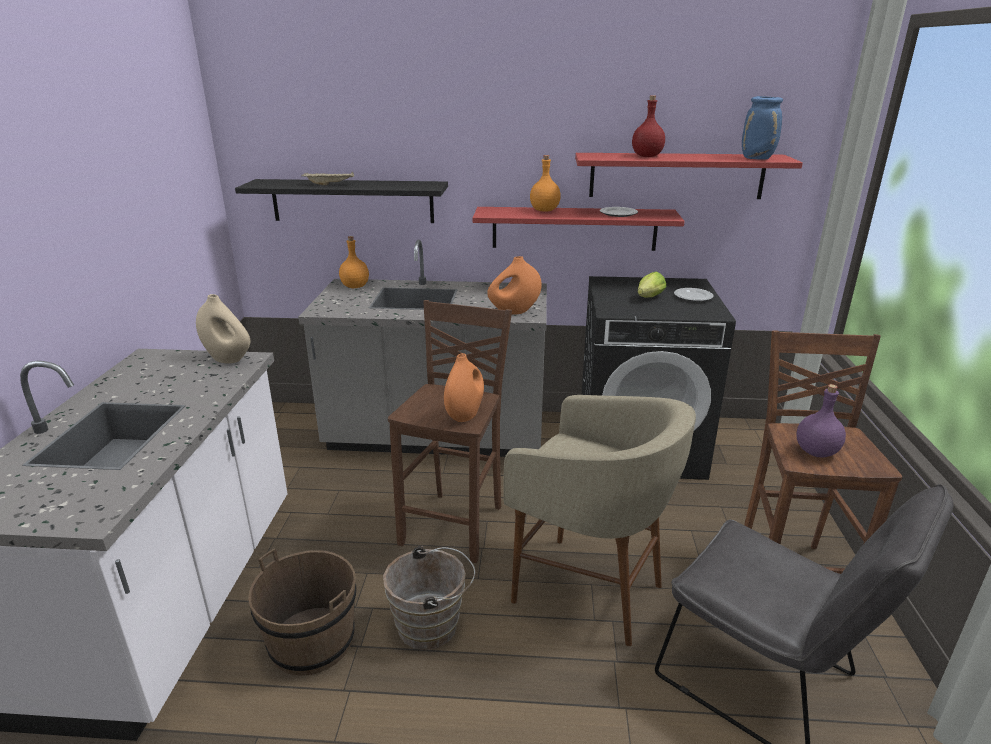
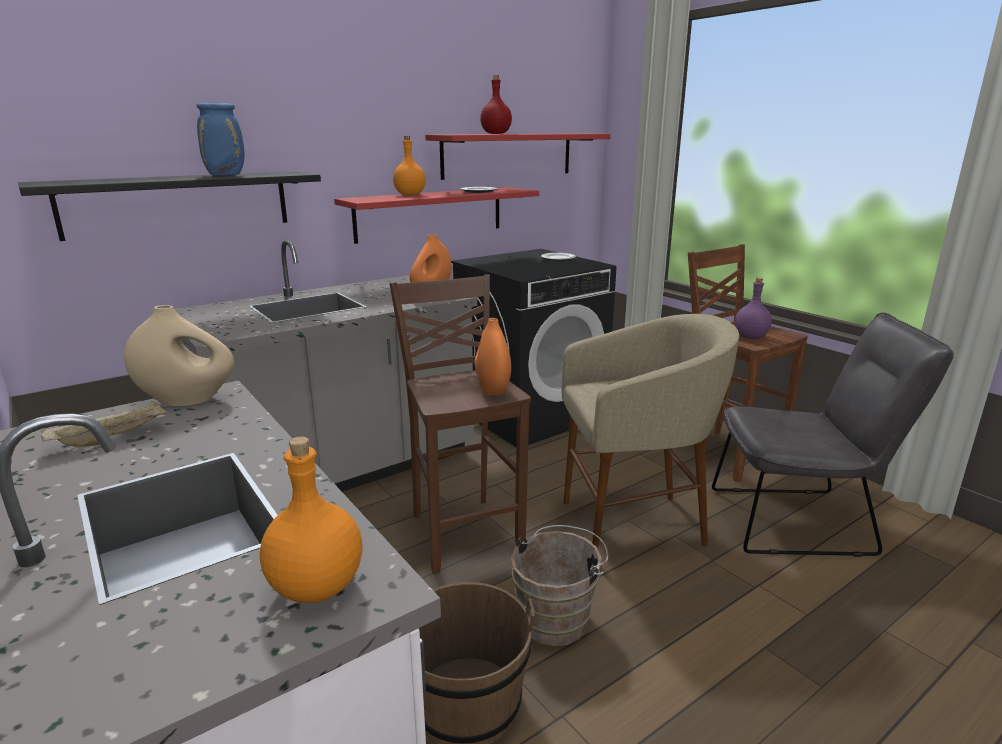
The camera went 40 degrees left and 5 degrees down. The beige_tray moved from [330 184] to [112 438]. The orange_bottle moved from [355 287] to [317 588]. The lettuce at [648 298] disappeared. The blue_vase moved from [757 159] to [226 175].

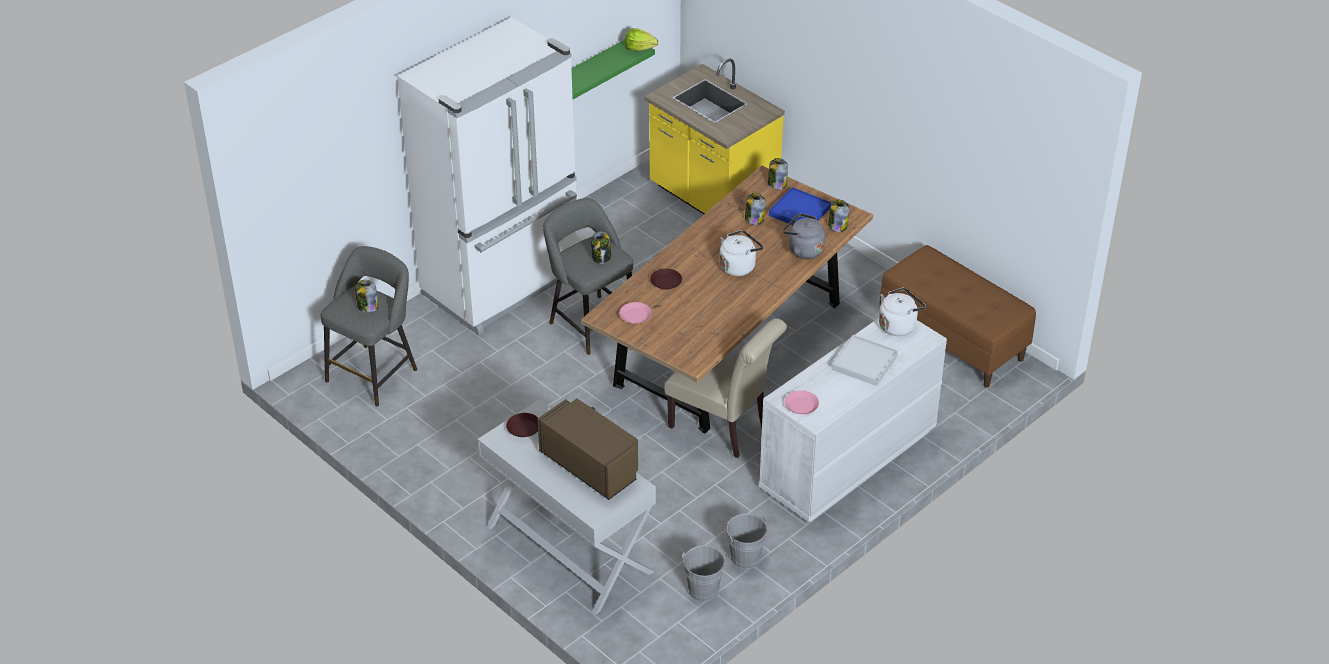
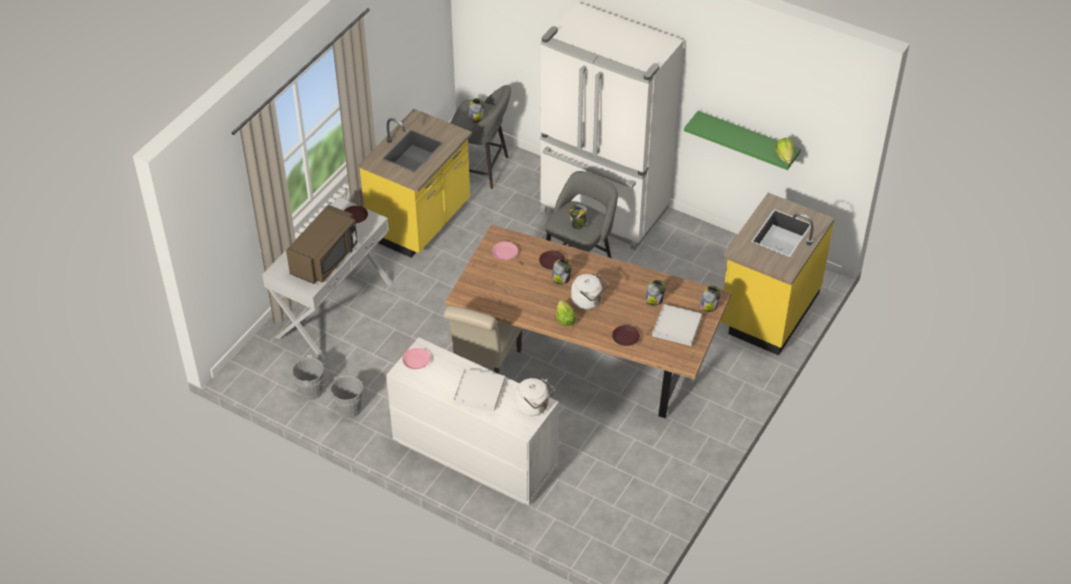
The camera went 75 degrees right and 5 degrees up. The blue_tray at [800 211] became the white_tray at [677 327]. The grey_kettle at [803 250] was replaced by the brown_plate at [626 337]. The jar moved from [837 226] to [561 279]. The brown_bench at [953 341] disappeared. The yellow_counter at [421 222] appeared. The lettuce at [564 319] appeared.

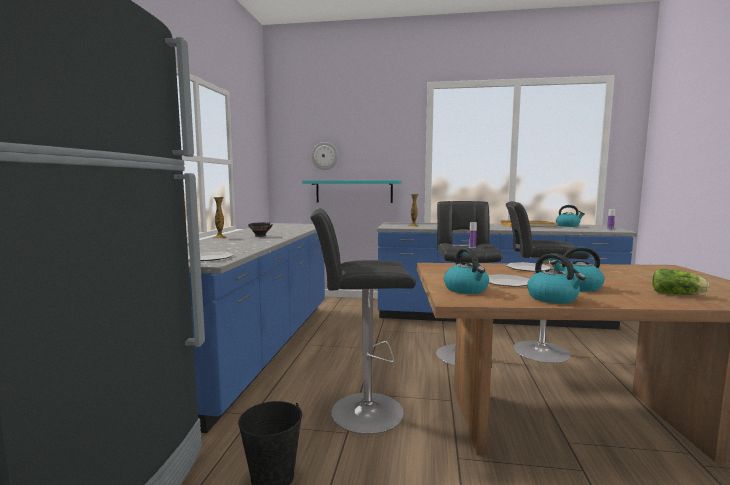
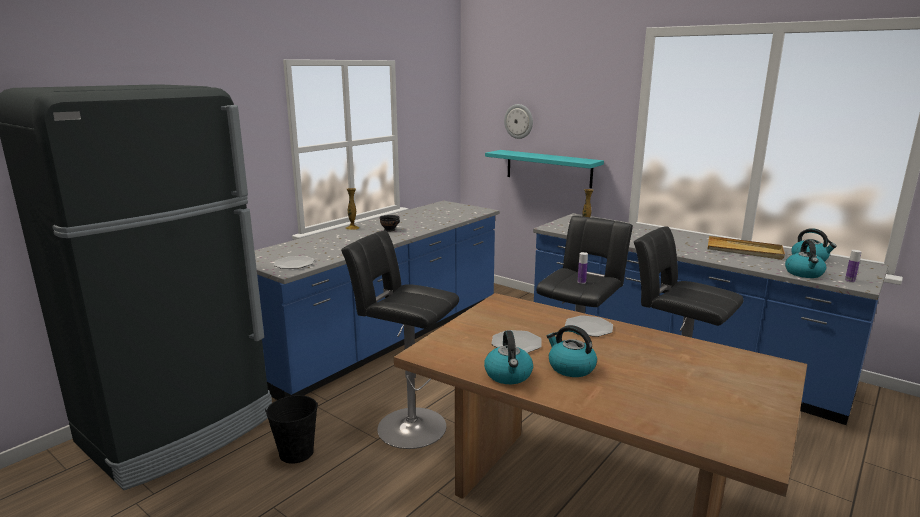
The camera went 30 degrees right and 10 degrees up. The kettle moved from [466 289] to [804 273]. The lettuce at [678 294] disappeared.

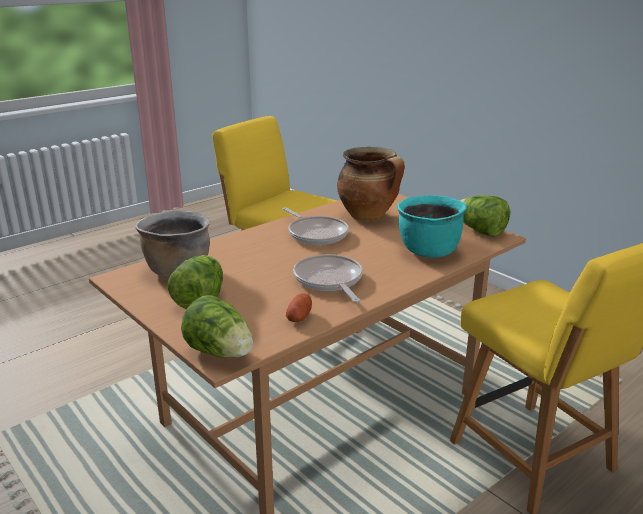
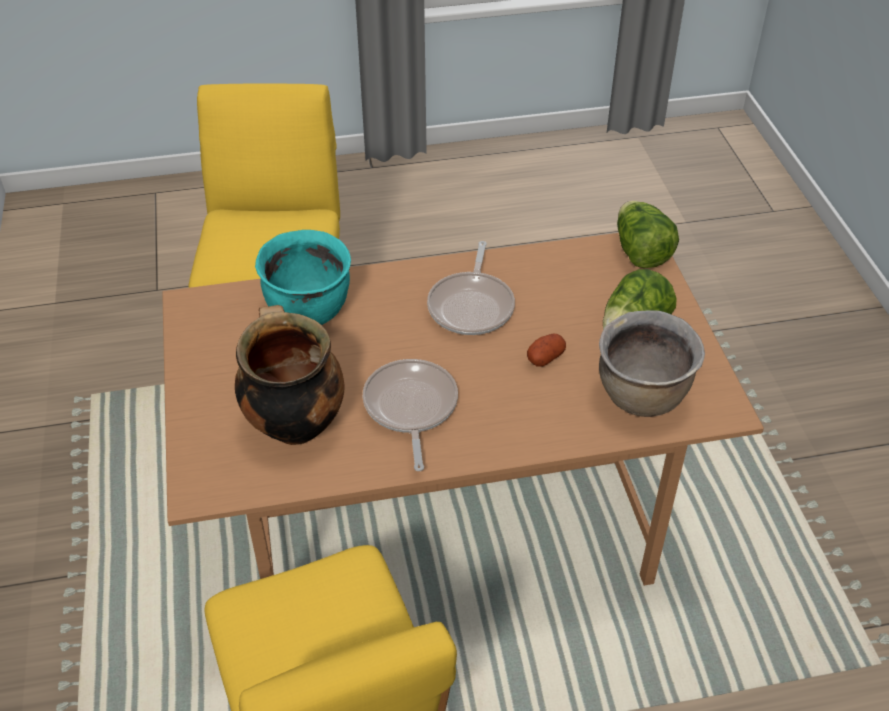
The camera went 150 degrees left and 20 degrees up. The potato moved from [299 317] to [545 357]. The lettuce at [480 231] disappeared.

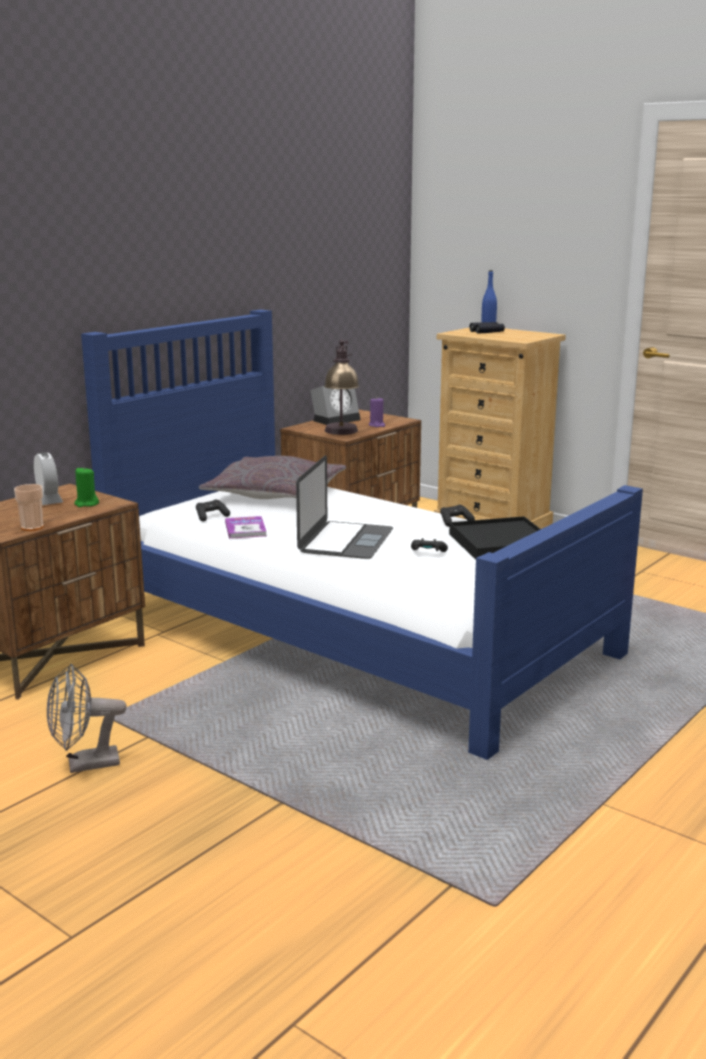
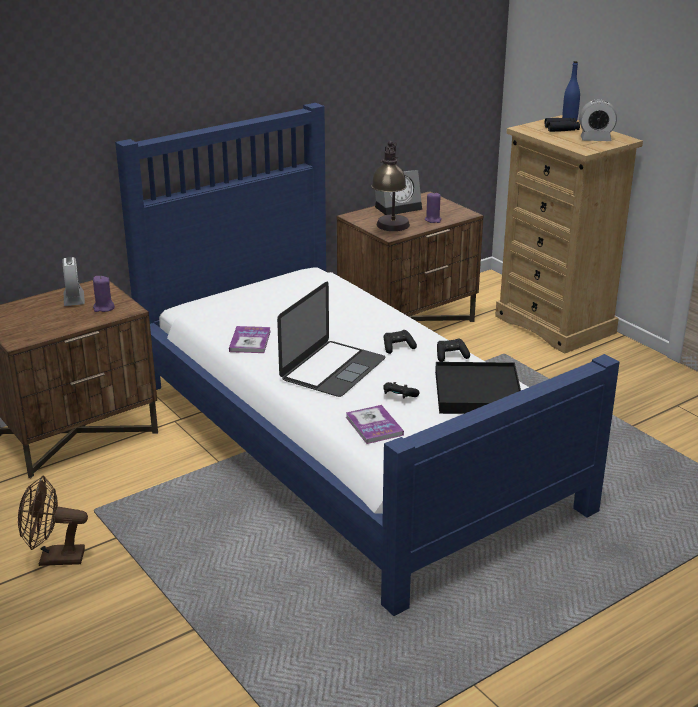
The camera went 15 degrees right and 10 degrees up. The cup at [32 527] disappeared. The grey_fan at [85 765] became the brown_fan at [54 559]. The green_candle at [86 504] became the purple_candle at [104 308]. The black_game_controller moved from [211 517] to [398 347]. The grey_pillow at [275 494] disappeared. The book at [374 426] appeared. The alarm_clock at [595 139] appeared.

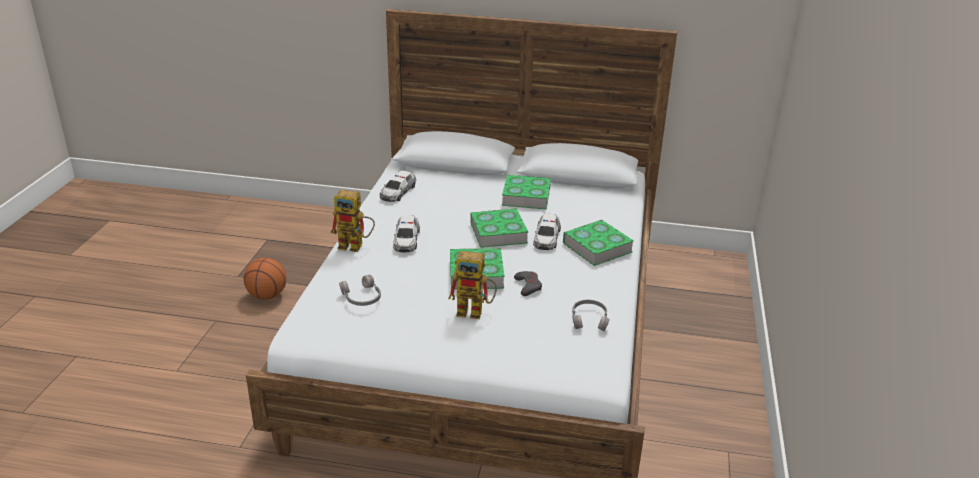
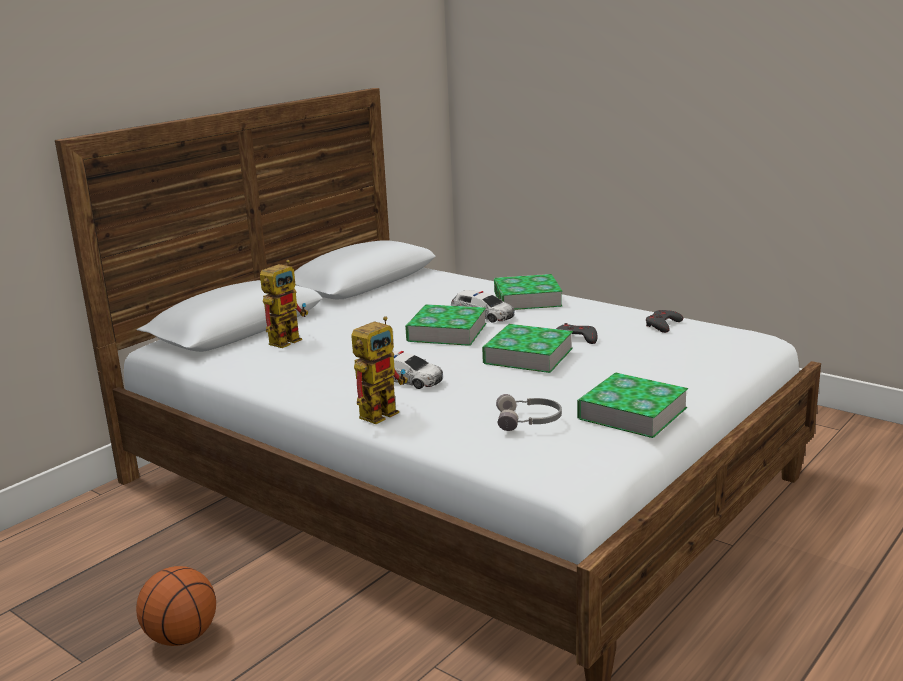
The camera went 60 degrees left and 10 degrees down. The toy_car at [397 192] disappeared. The toy_robot moved from [475 311] to [288 339]. The book moved from [526 196] to [632 413]. The grey_headphones at [589 319] was replaced by the grey_game_controller at [663 325].

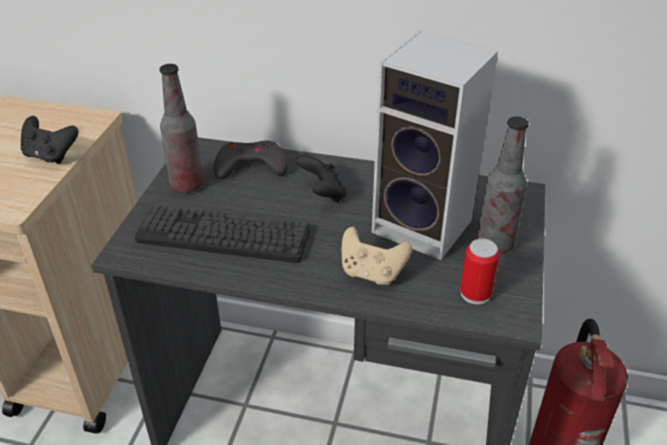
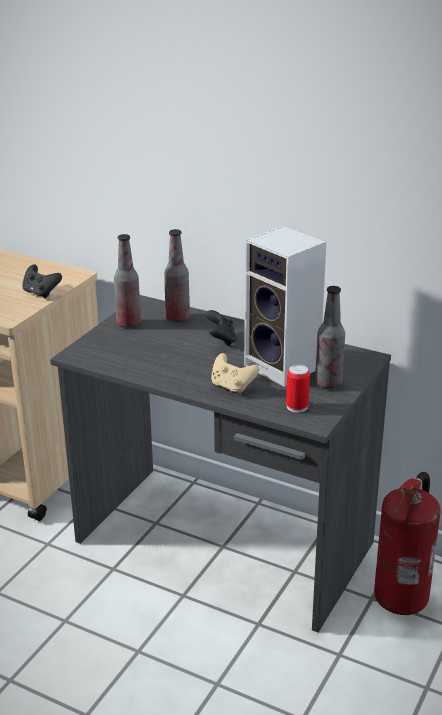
The camera went 15 degrees right and 10 degrees down. The keyboard at [223 235] disappeared. The grey_game_controller at [250 166] was replaced by the bottle at [177 318].

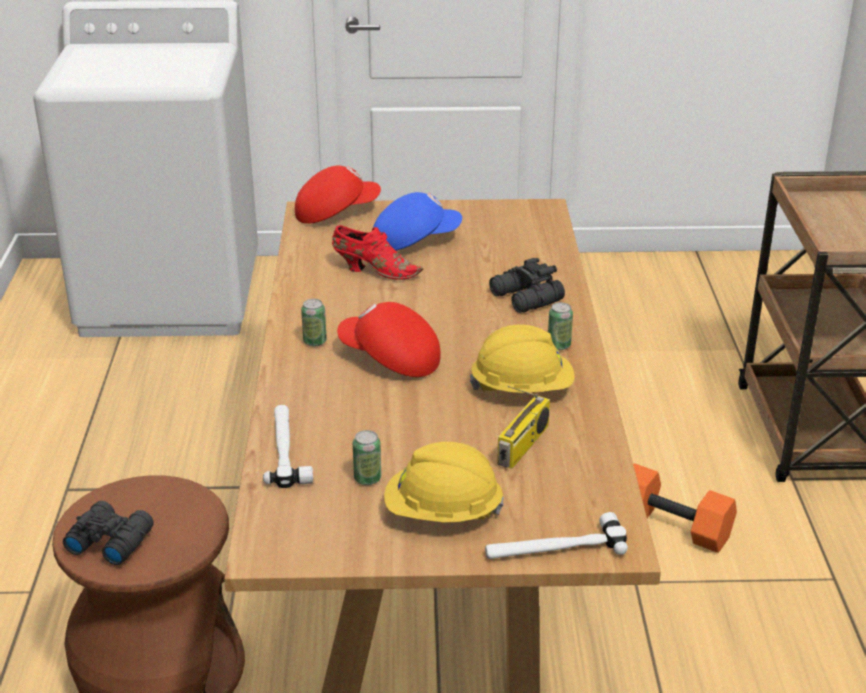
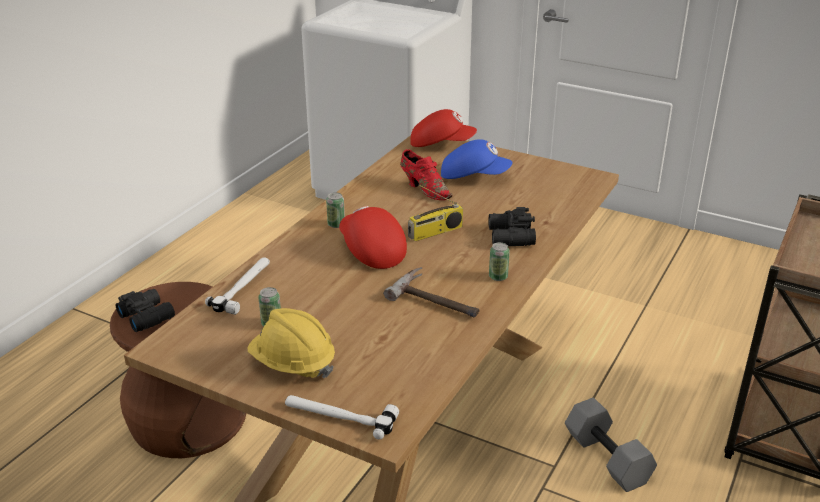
The camera went 30 degrees right and 0 degrees up. The yellow_hard_hat at [522 389] was replaced by the hammer at [438 299]. The radio moved from [523 446] to [435 232]. The orange_dumbbell at [674 526] became the grey_dumbbell at [608 458].

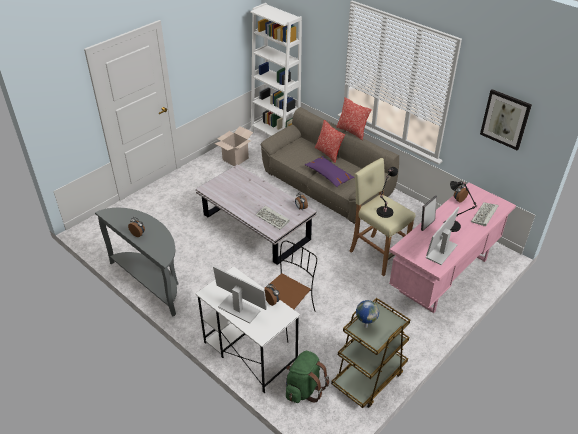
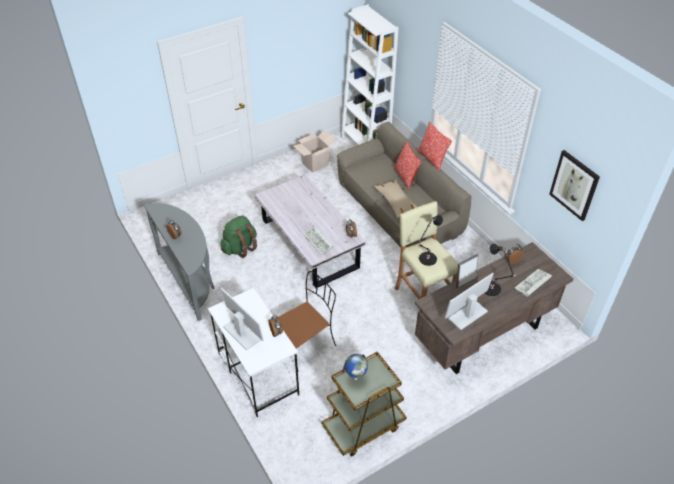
The camera went 15 degrees right and 5 degrees up. The green_backpack moved from [304 388] to [240 248]. The purple_pillow at [329 175] became the beige_pillow at [396 202]. The pink_desk at [444 276] became the brown_desk at [483 336].

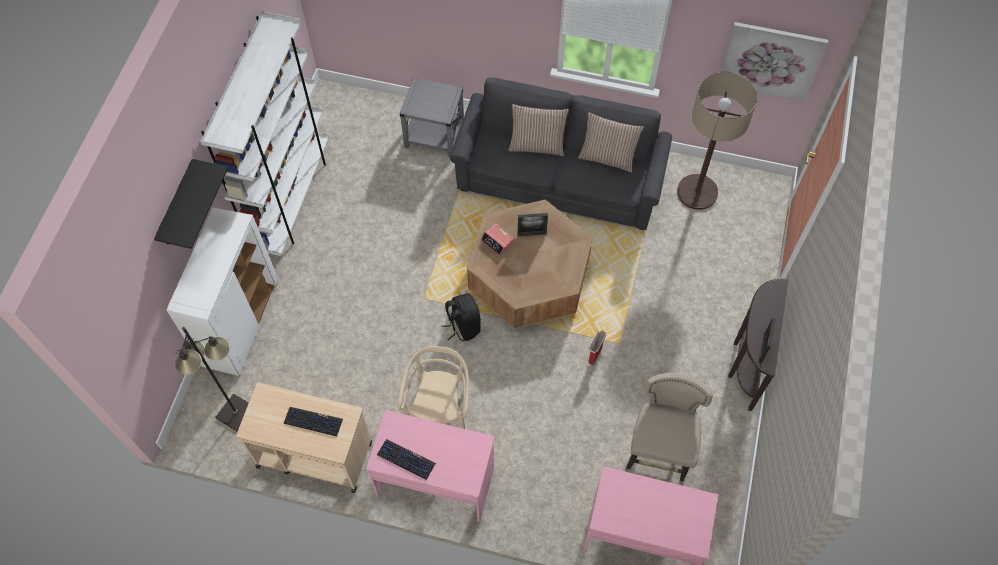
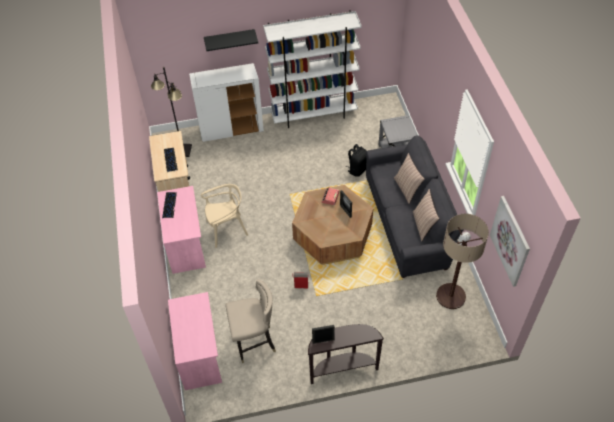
The camera went 65 degrees right and 10 degrees down. The black_backpack moved from [463 326] to [357 169].

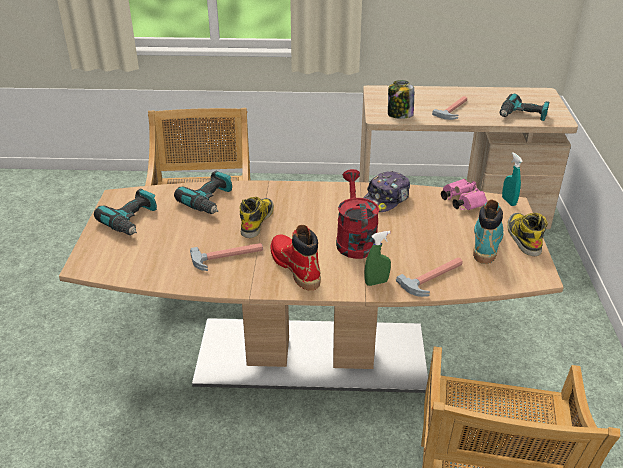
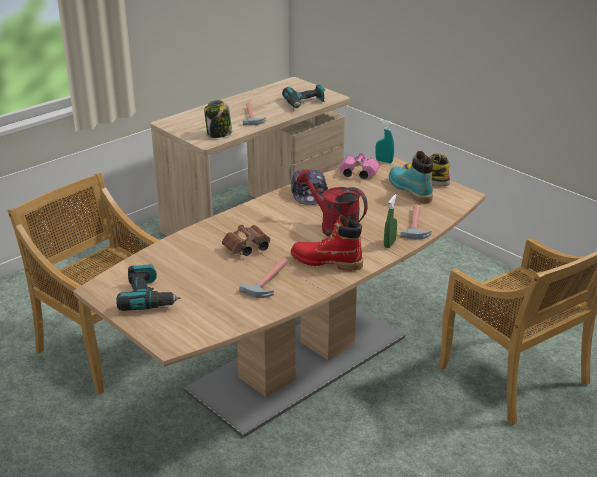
The camera went 45 degrees left and 5 degrees down. The power_drill at [210 201] disappeared. The boot at [257 221] was replaced by the brown_binoculars at [246 249].

